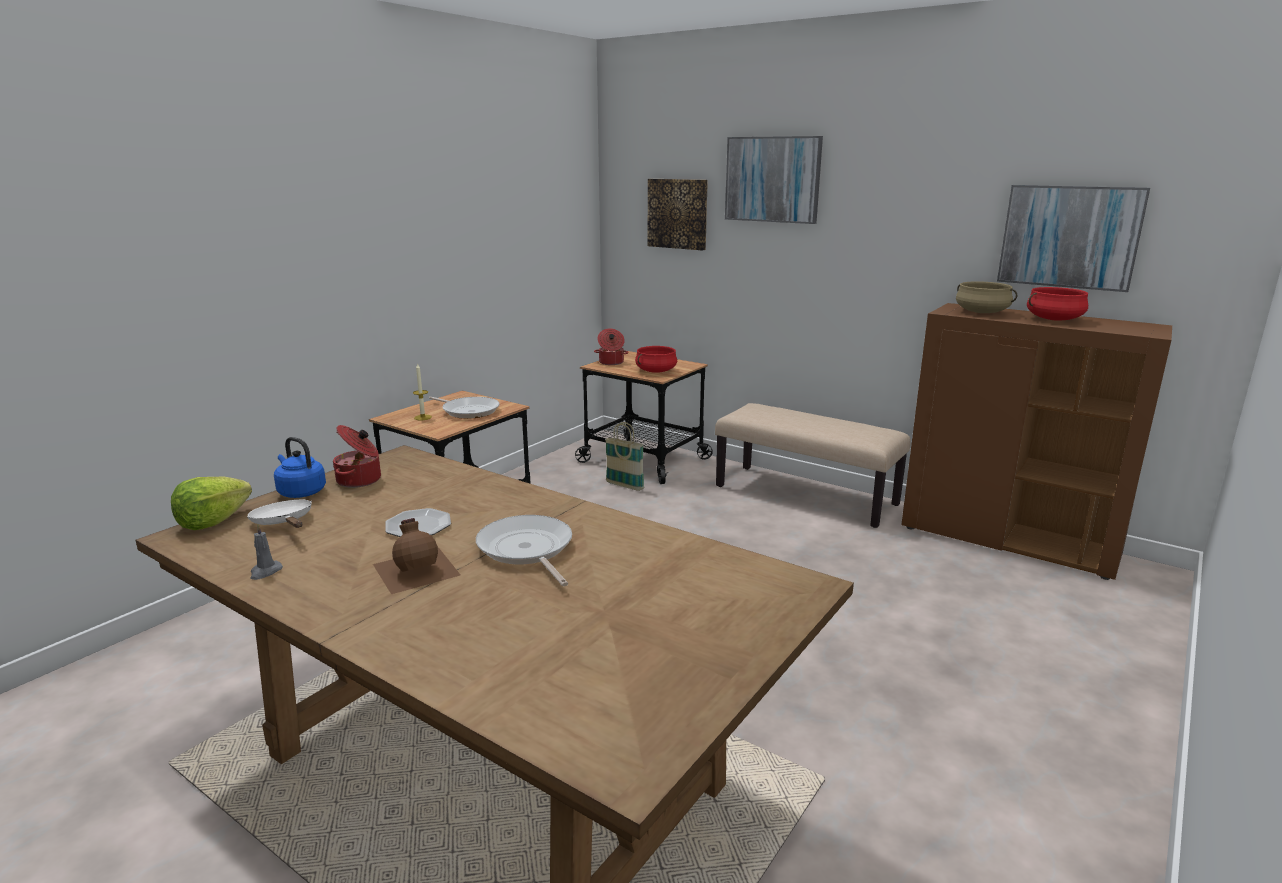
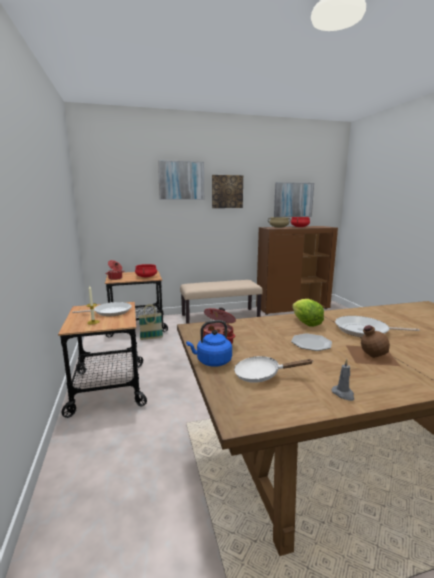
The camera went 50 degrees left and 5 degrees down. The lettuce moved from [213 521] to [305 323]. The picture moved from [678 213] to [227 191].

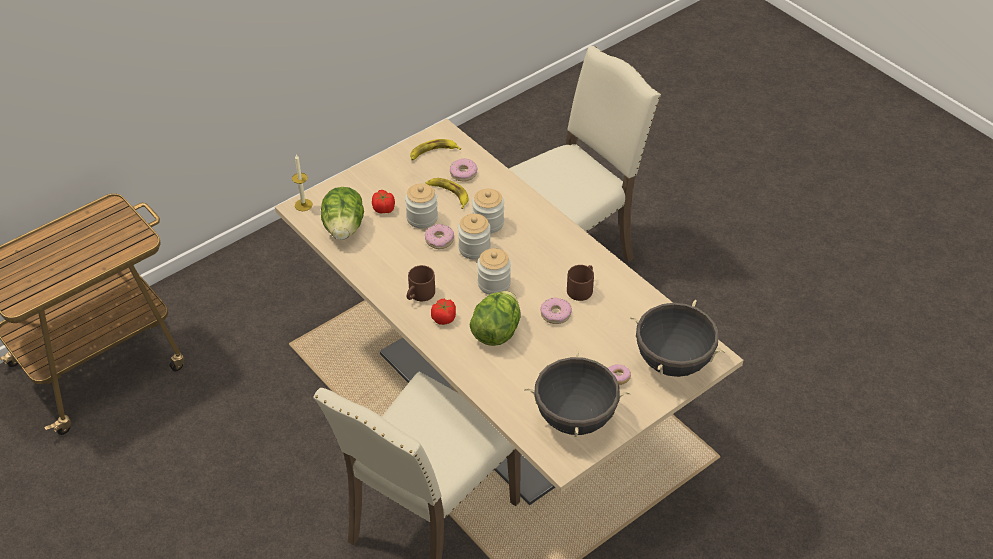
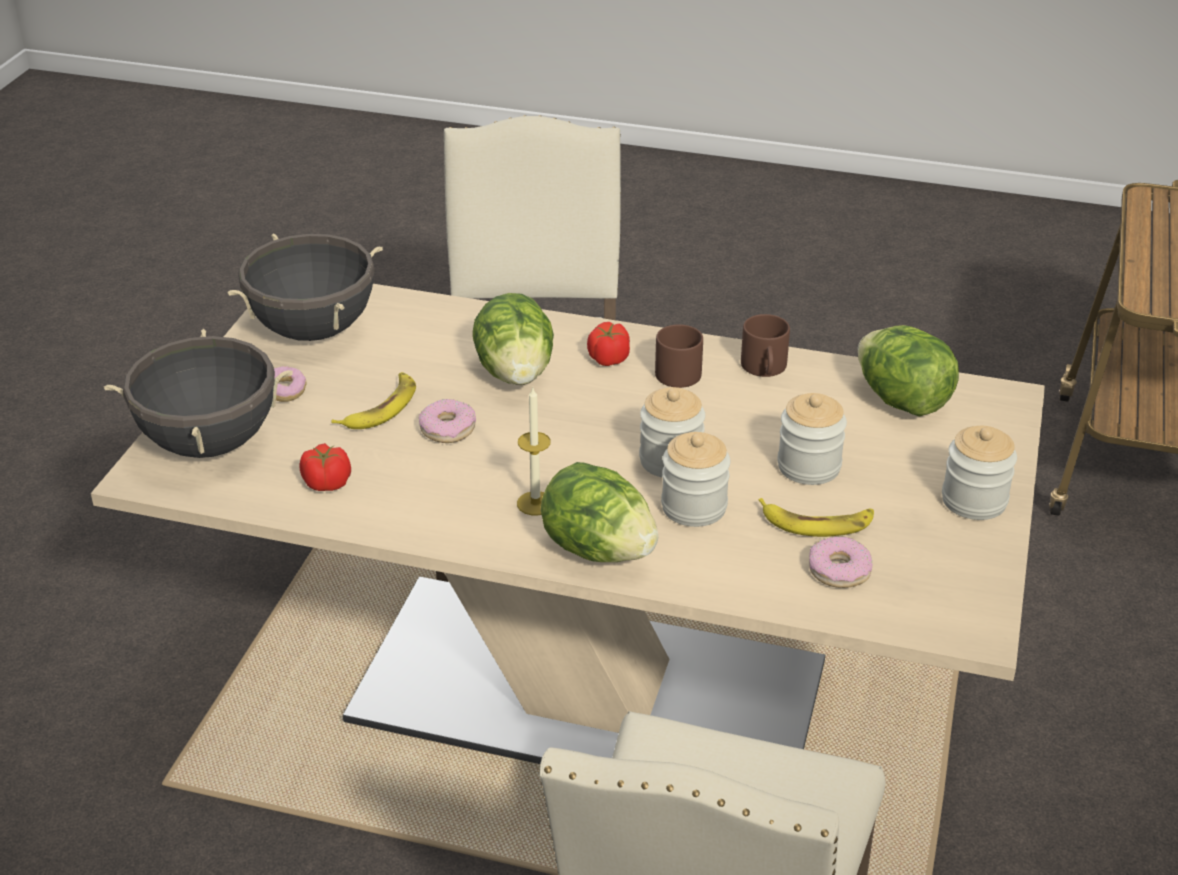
The camera went 145 degrees right and 10 degrees down. The candle moved from [303 205] to [535 503]. The tomato moved from [384 209] to [326 483]. The banana moved from [433 153] to [381 408]. The donut at [439 240] disappeared. The jar moved from [494 284] to [974 500]. The brown_mug moved from [581 288] to [765 369]. The lettuce at [598 549] appeared.

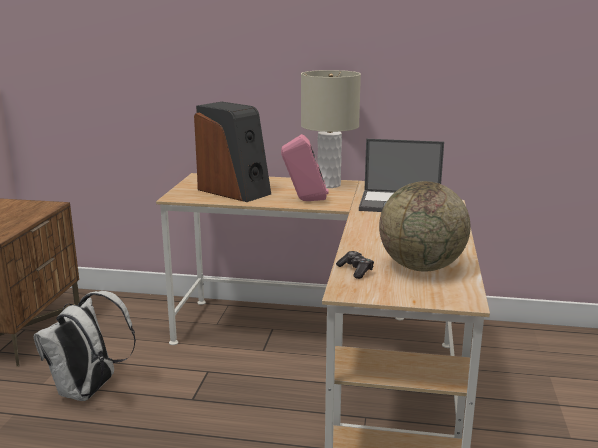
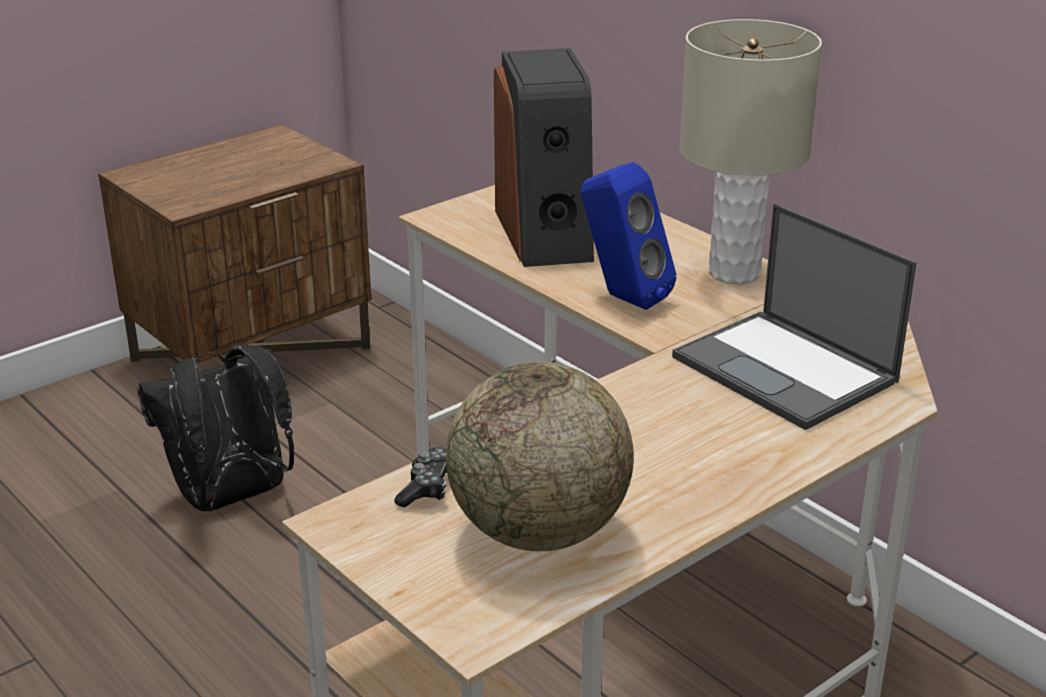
The camera went 40 degrees right and 10 degrees up. The white_backpack at [89 391] became the black_backpack at [231 498]. The pink_speaker at [304 201] became the blue_speaker at [621 298].

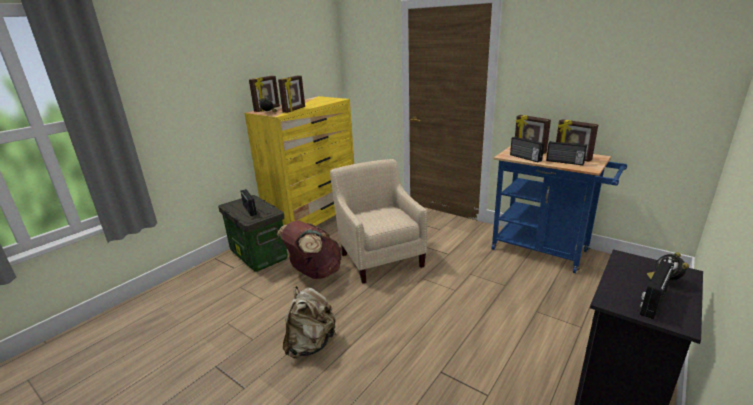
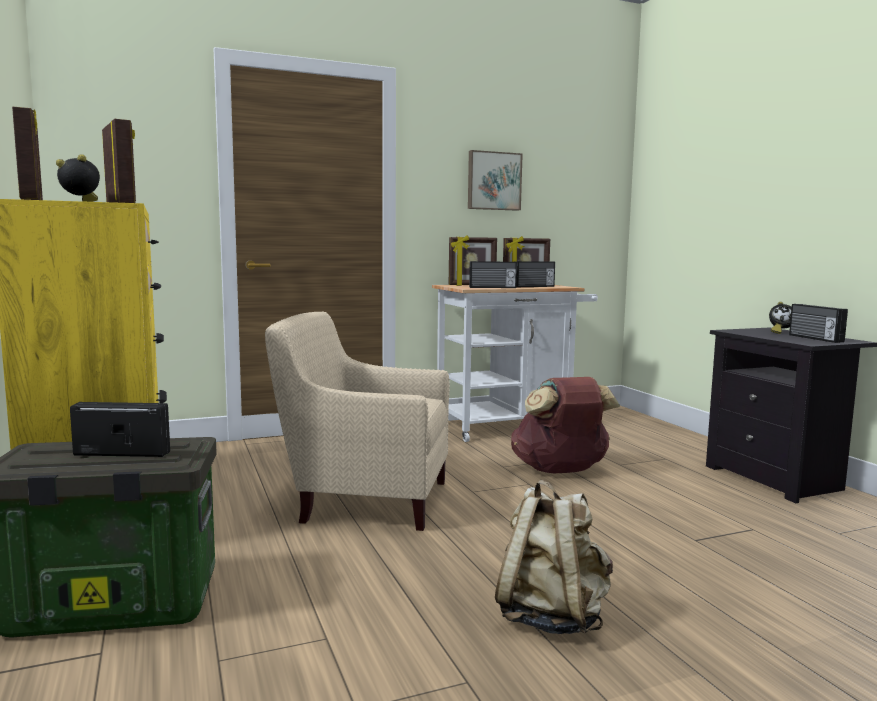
The camera went 60 degrees left and 15 degrees down. The brown_backpack moved from [314 273] to [560 471]. The blue_cart at [545 251] became the white_cart at [511 426]. The picture at [493 181] appeared.

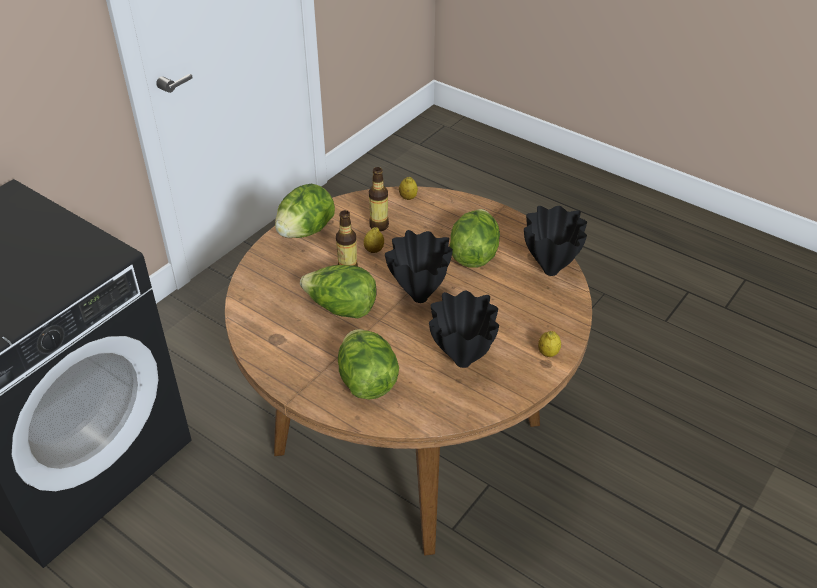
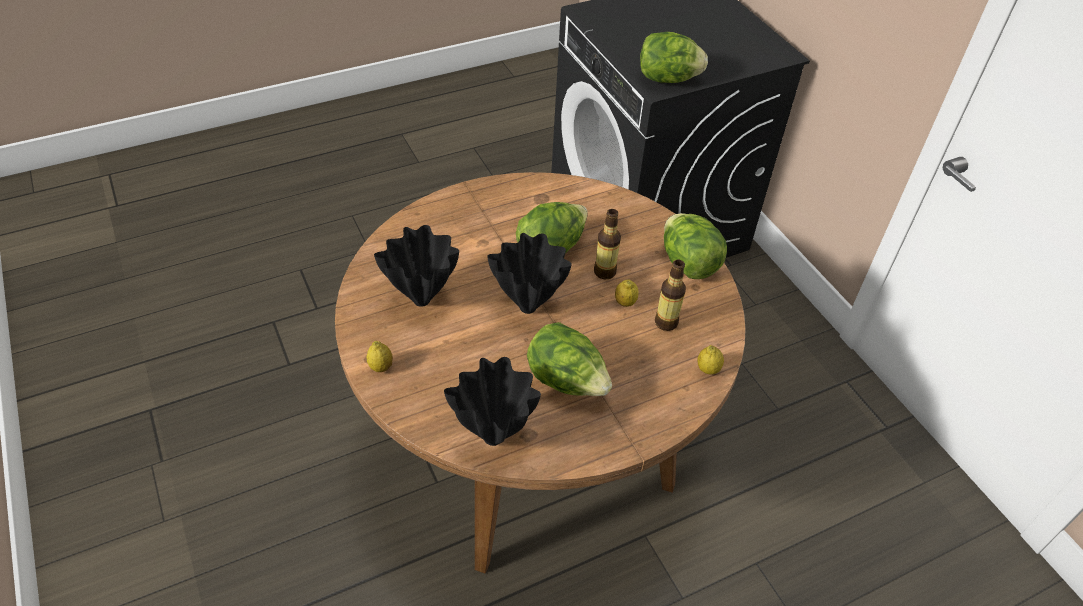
The camera went 115 degrees right and 5 degrees up. The lettuce moved from [367 381] to [667 79].

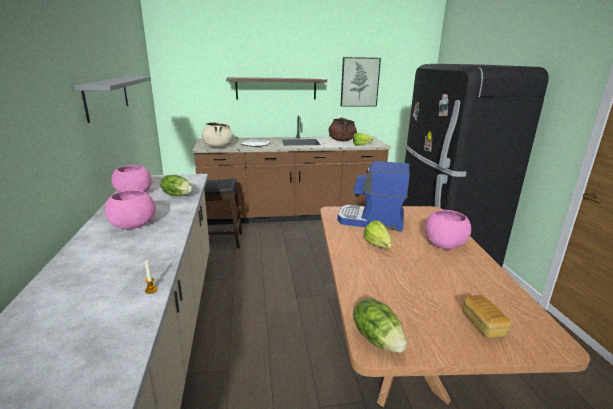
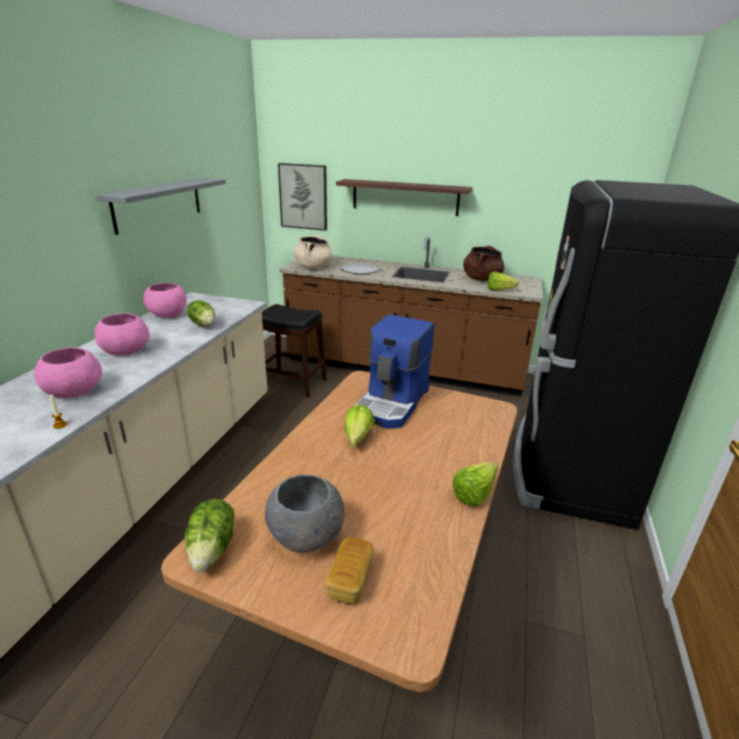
The camera went 25 degrees right and 5 degrees up. The coffee_machine at [371 220] turned 105 degrees counterclockwise. The picture moved from [359 82] to [303 196]. The pink_bowl moved from [445 244] to [75 391]. The grey_bowl at [306 536] appeared. The lettuce at [478 493] appeared.

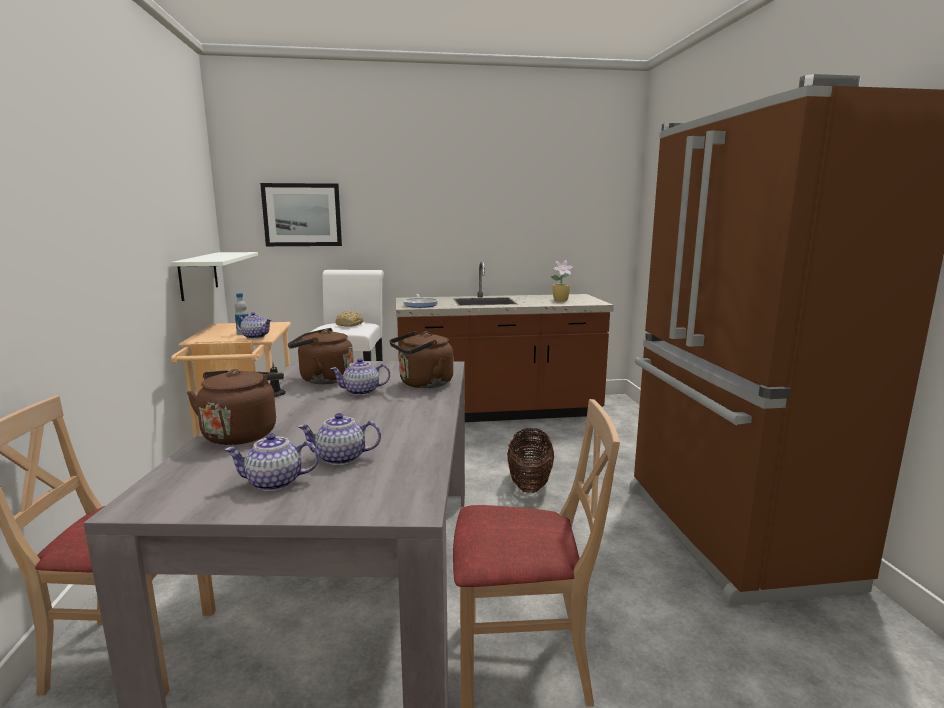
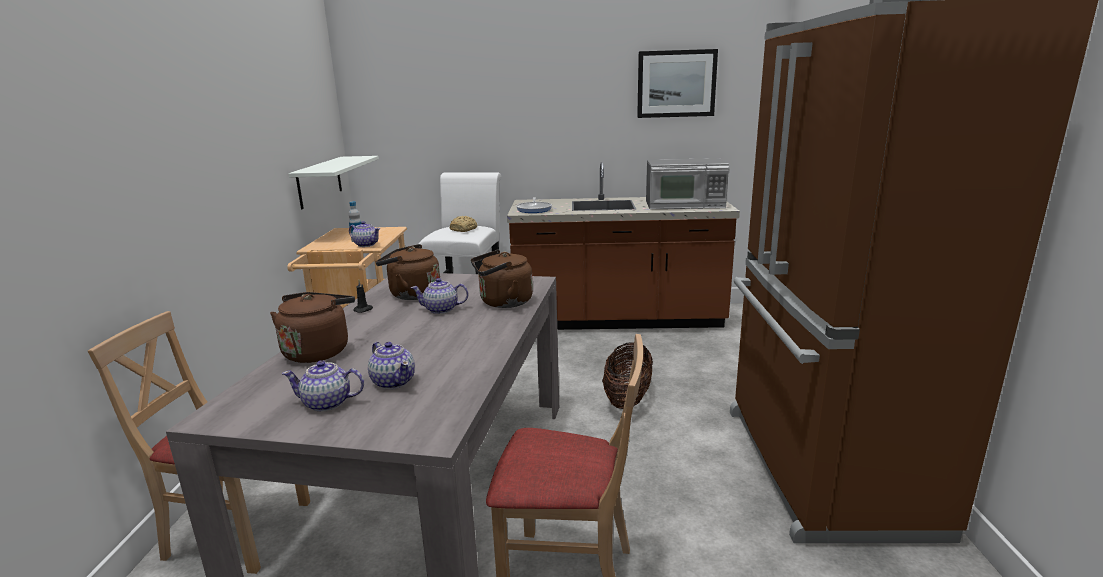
The camera went 10 degrees right and 5 degrees up. The picture moved from [302 215] to [676 84]. The teapot at [341 458] turned 135 degrees counterclockwise. The potted_plant at [561 300] was replaced by the microwave at [685 204].

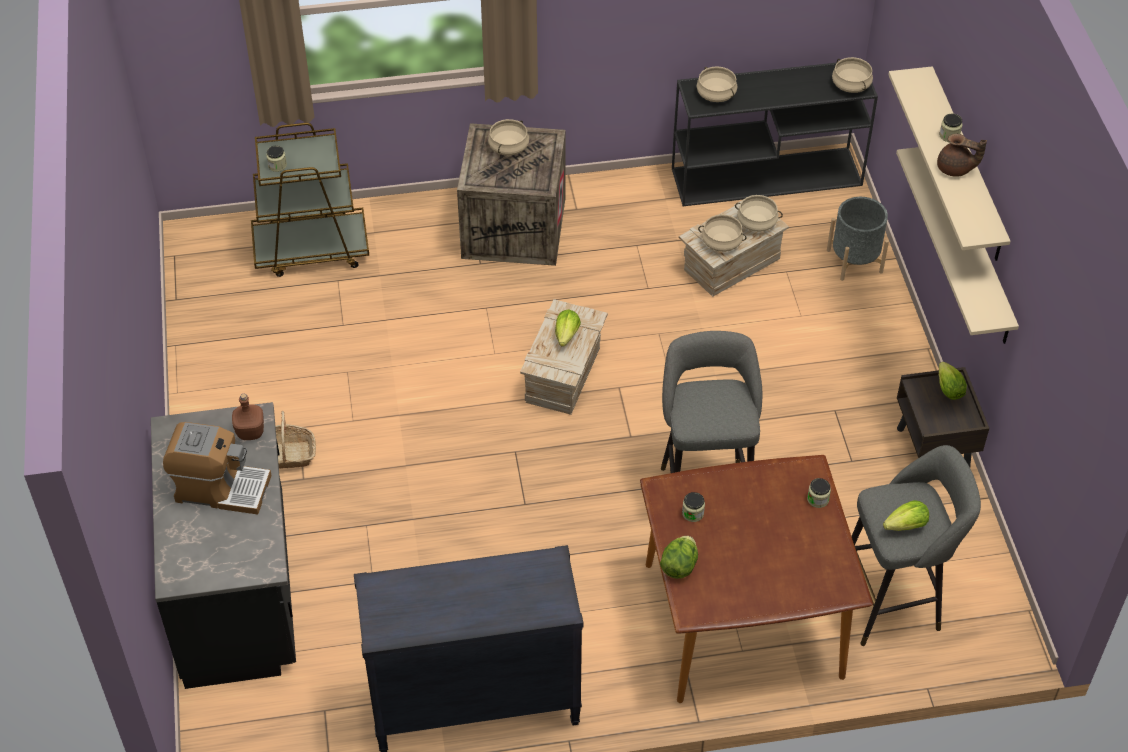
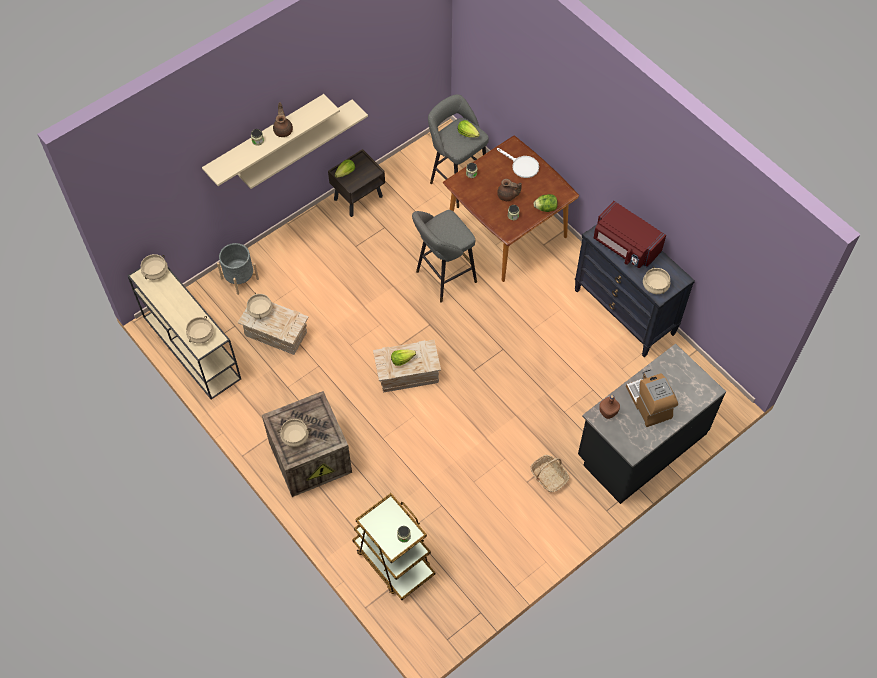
The camera went 120 degrees left and 10 degrees up. The black_console_table at [768 176] became the beige_console_table at [190 347]. The beige_cooking_pot moved from [721 242] to [655 286]. The white_frying_pan at [522 166] appeared. The brown_teapot at [507 196] appeared. The red_microwave at [625 246] appeared.

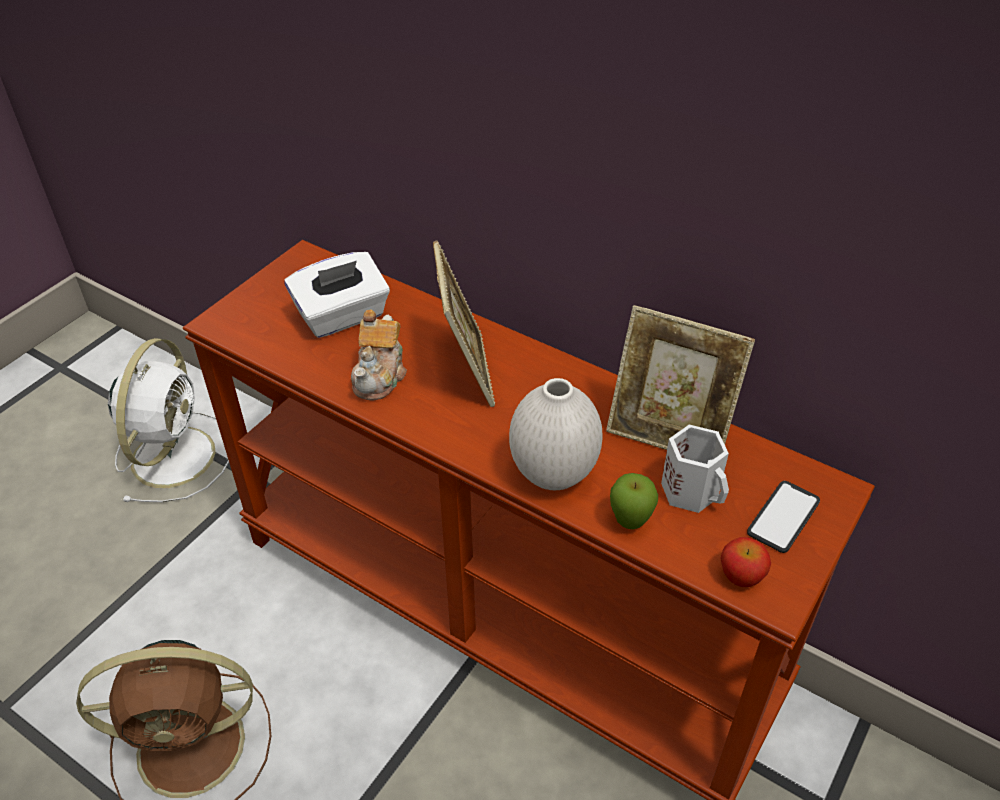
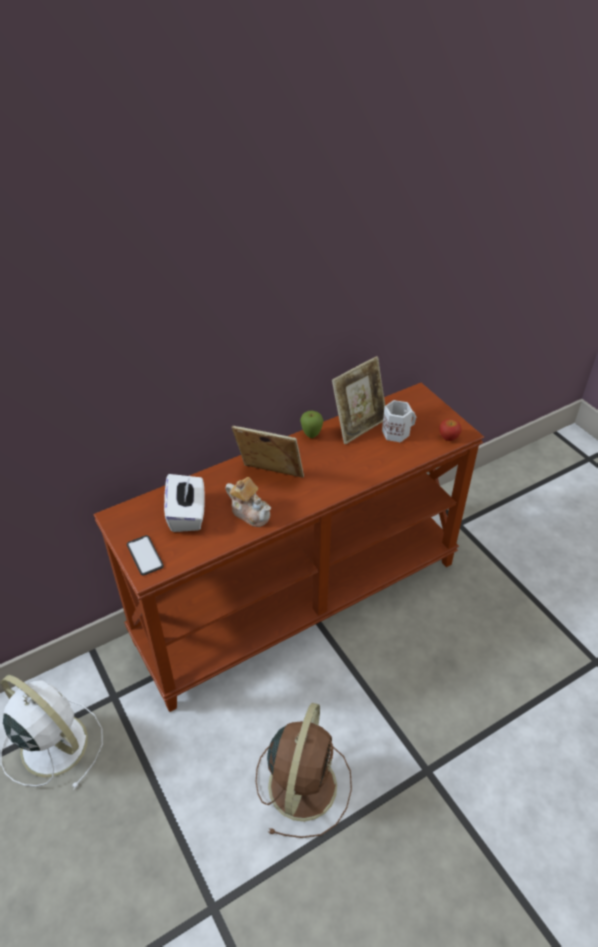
The camera went 65 degrees left and 0 degrees up. The white_vase at [553 476] disappeared. The apple moved from [630 523] to [311 435]. The phone moved from [783 517] to [145 555].

